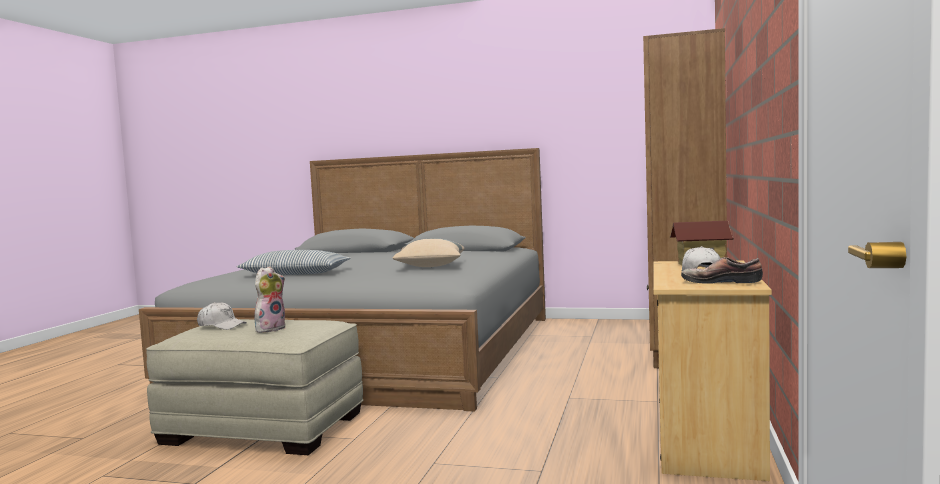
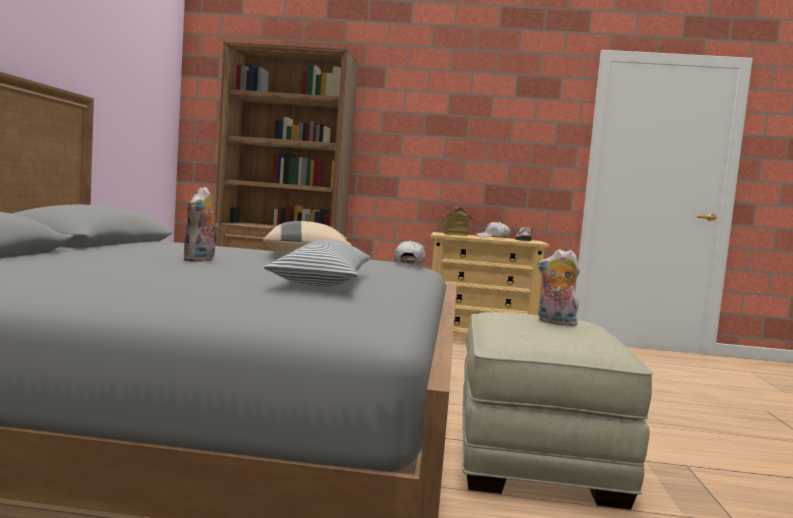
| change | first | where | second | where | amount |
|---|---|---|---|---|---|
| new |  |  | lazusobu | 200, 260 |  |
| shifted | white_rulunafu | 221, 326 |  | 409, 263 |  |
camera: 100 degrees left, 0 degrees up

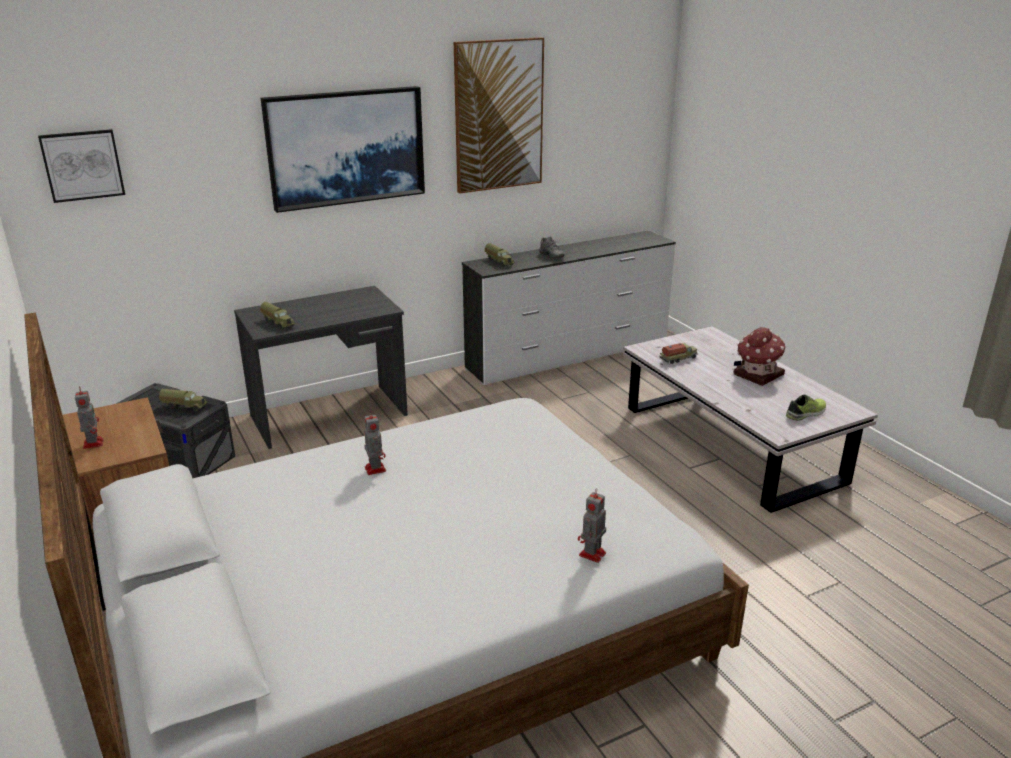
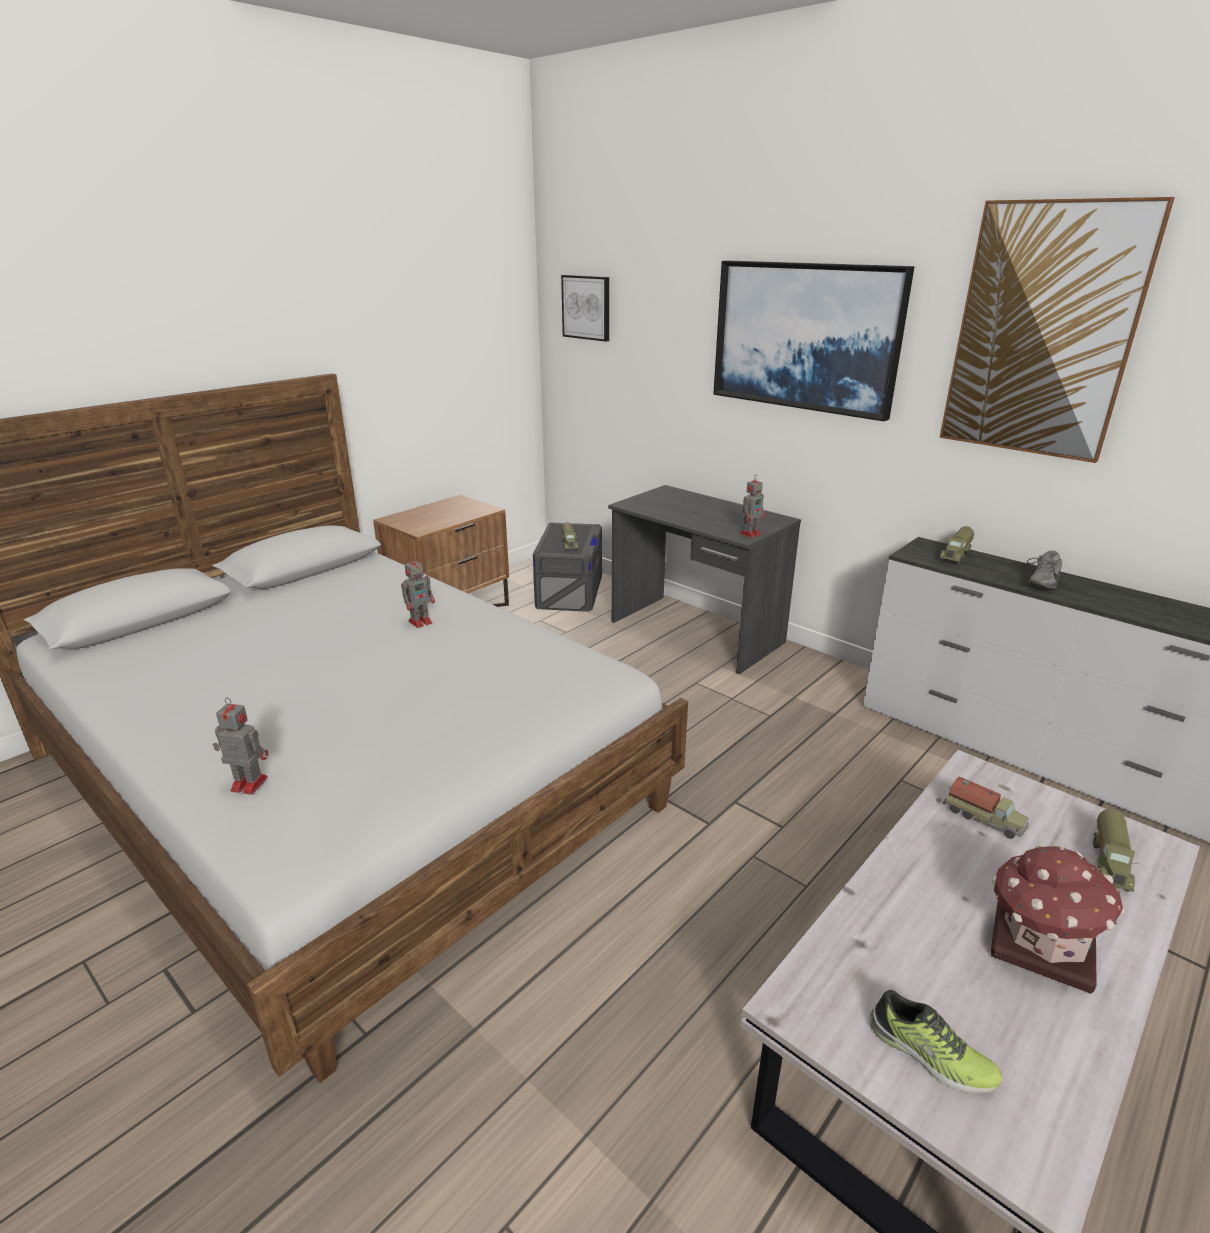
| change | first | where | second | where | amount |
|---|---|---|---|---|---|
| shifted | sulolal | 93, 443 |  | 751, 533 |  |
| shifted | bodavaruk | 278, 323 |  | 1110, 863 |  |
camera: 70 degrees right, 0 degrees up

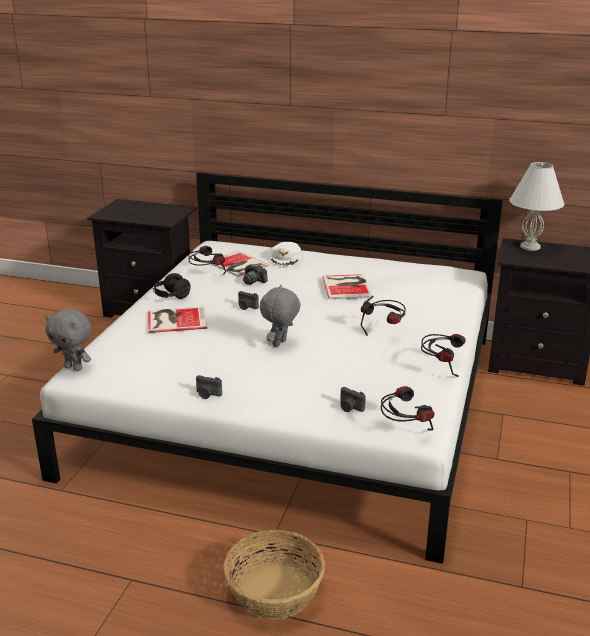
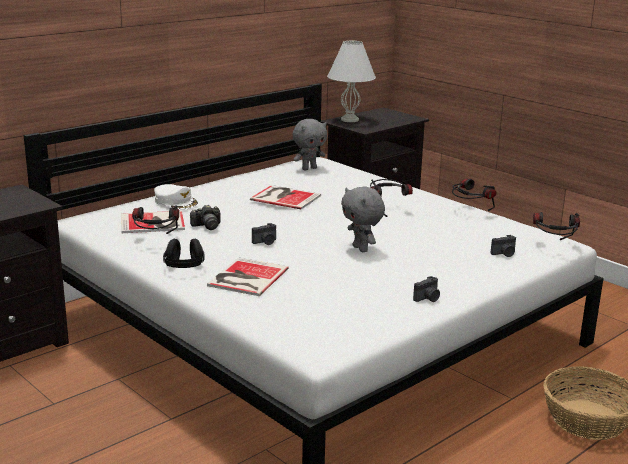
| change | first | where | second | where | amount |
|---|---|---|---|---|---|
| shifted | grey_lazusobu | 74, 368 |  | 309, 168 |  |
camera: 60 degrees left, 5 degrees down

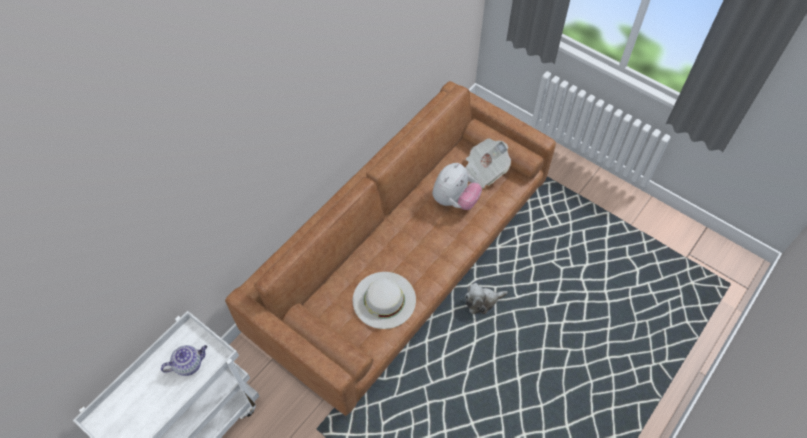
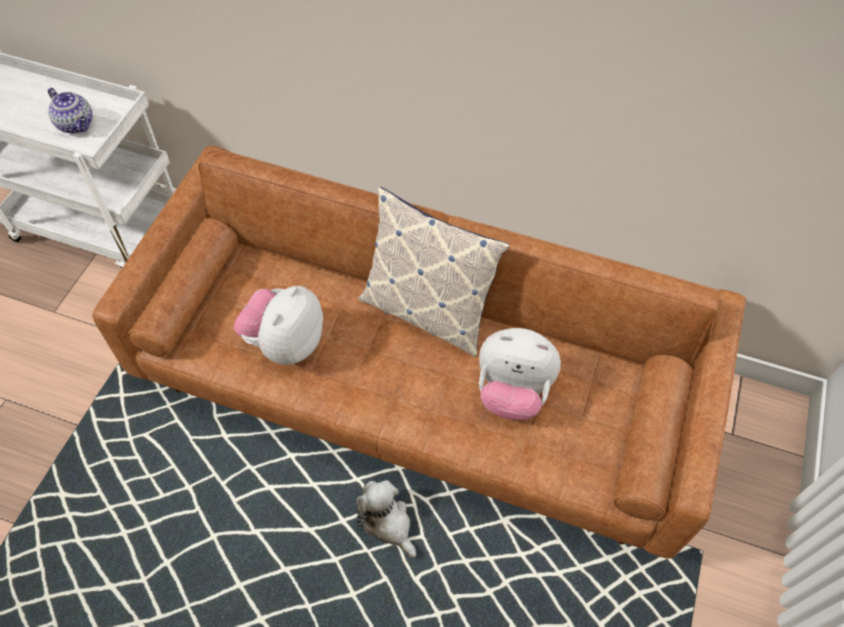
| change | first | where | second | where | amount |
|---|---|---|---|---|---|
| swapped | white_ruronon | 384, 300 | lazusobu | 285, 343 |  |
| new |  |  | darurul | 426, 311 |  |
| gone | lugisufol | 483, 171 |  |  |  |
camera: 70 degrees right, 0 degrees up

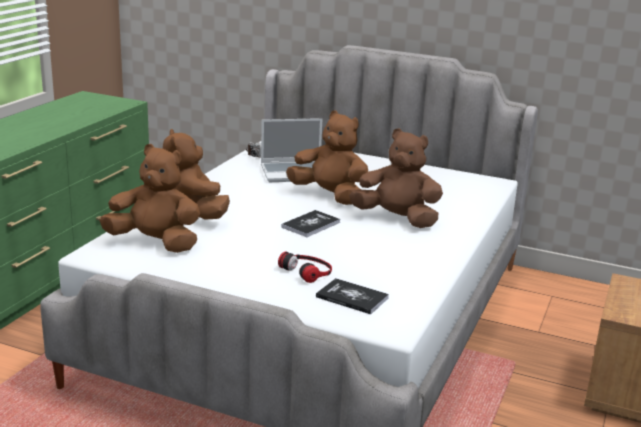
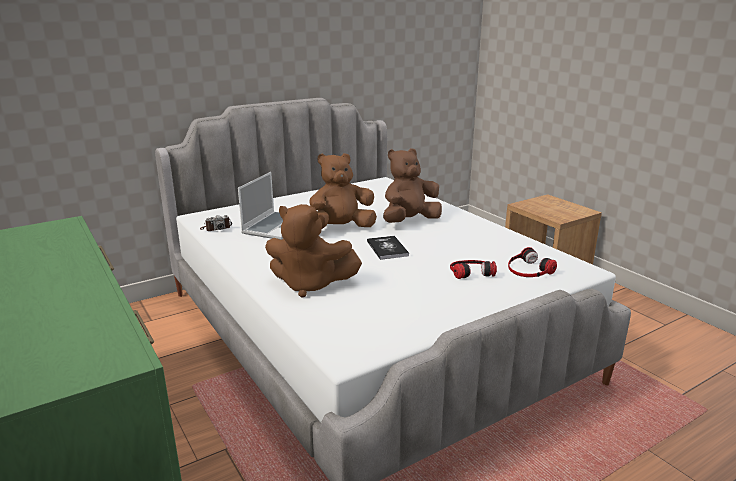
| change | first | where | second | where | amount |
|---|---|---|---|---|---|
| swapped | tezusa | 352, 297 | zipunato | 528, 269 |  |
| gone | brown_lazusobu | 155, 243 |  |  |  |
camera: 55 degrees left, 0 degrees up

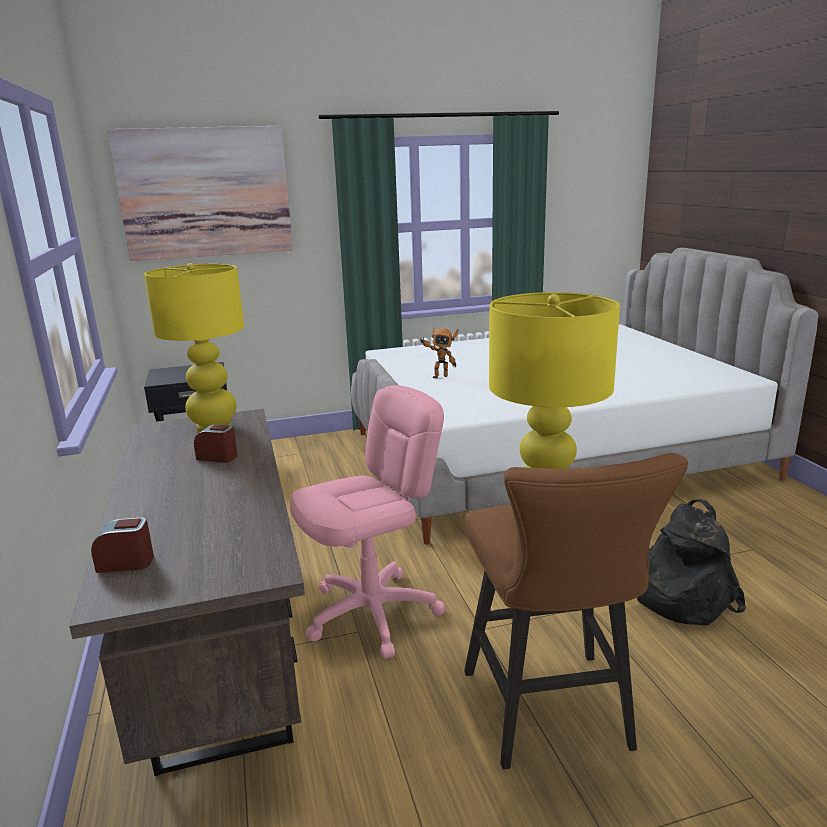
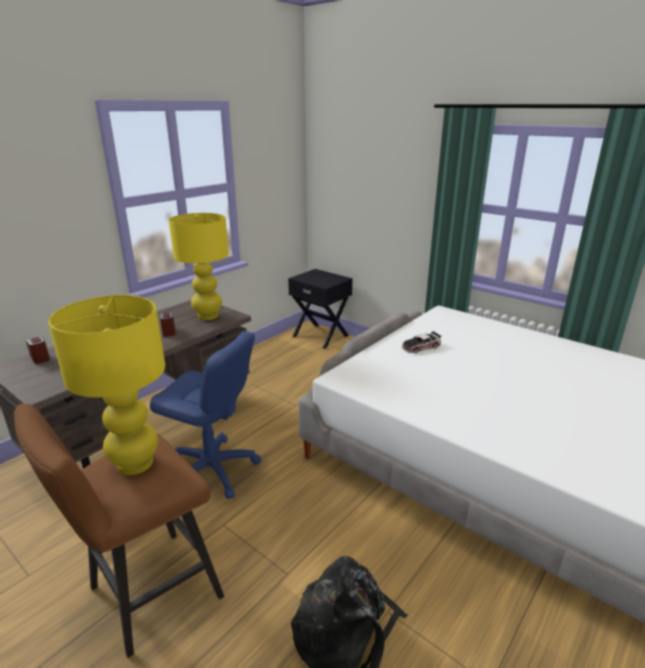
| change | first | where | second | where | amount |
|---|---|---|---|---|---|
| repainted | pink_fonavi | 373, 613 | blue_fonavi | 212, 469 |  |
| swapped | sulolal | 439, 376 | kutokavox | 420, 347 |  |
| gone | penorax | 205, 193 |  |  |  |
camera: 55 degrees right, 5 degrees up

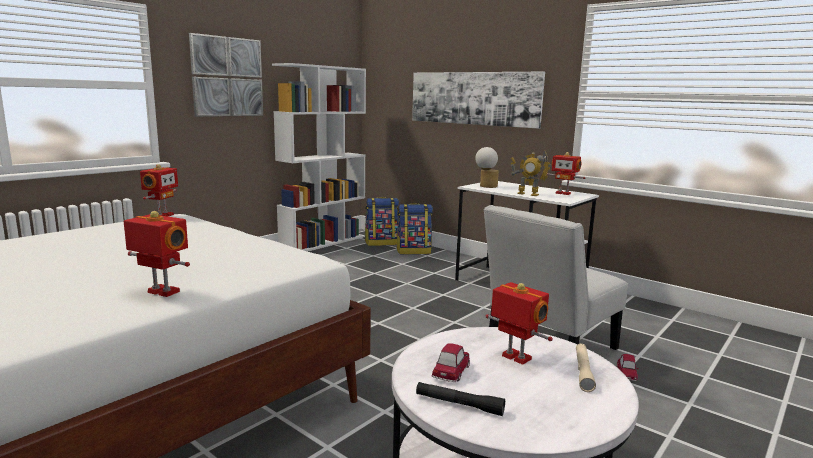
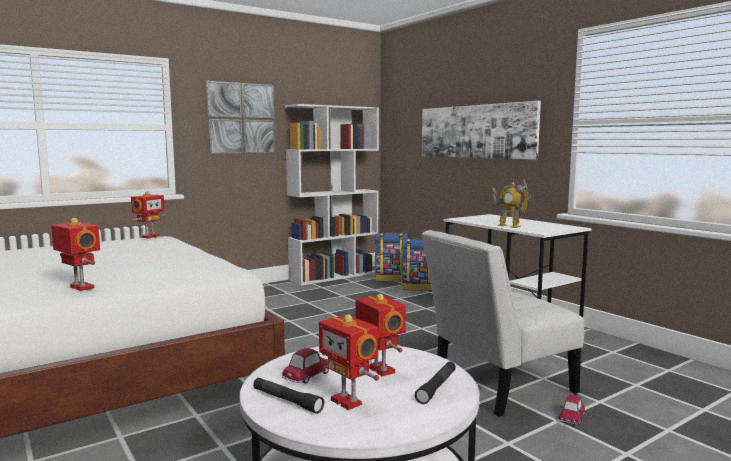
| change | first | where | second | where | amount |
|---|---|---|---|---|---|
| shifted | sulolal | 563, 193 |  | 348, 401 |  |
| repainted | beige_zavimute | 583, 372 | black_zavimute | 437, 387 |  |
| gone | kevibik | 485, 186 |  |  |  |
camera: 15 degrees right, 5 degrees down

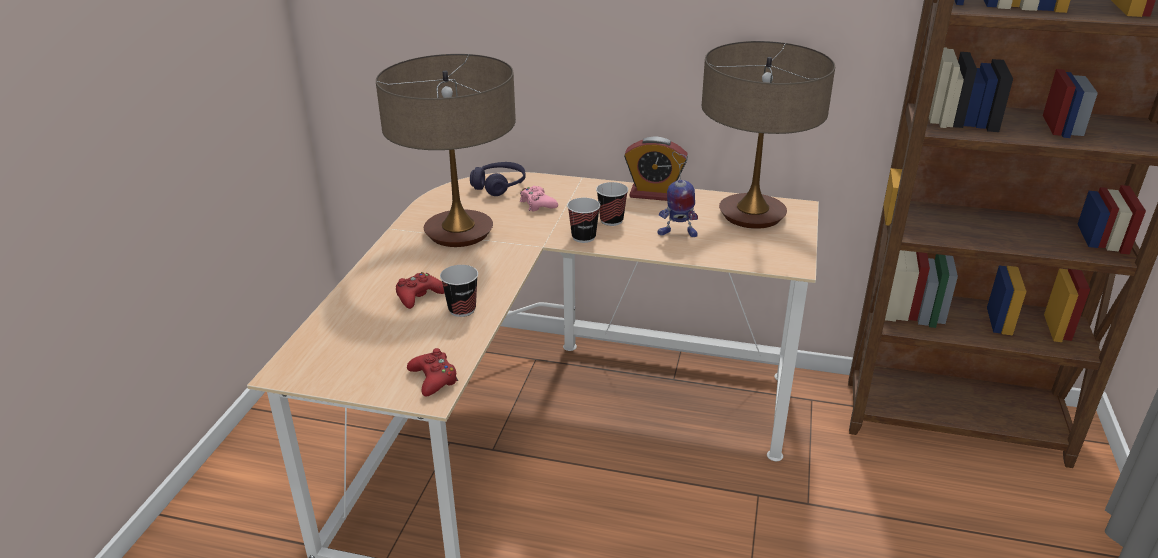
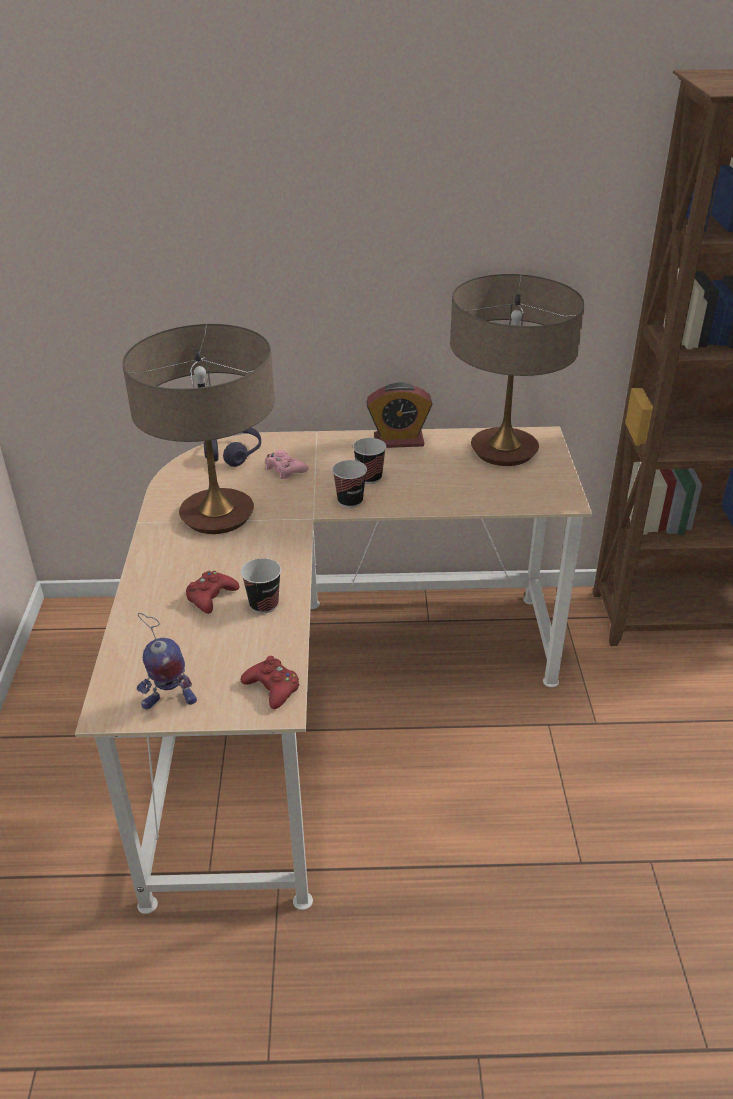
| change | first | where | second | where | amount |
|---|---|---|---|---|---|
| shifted | sulolal | 677, 233 |  | 169, 701 |  |
camera: 15 degrees left, 5 degrees up

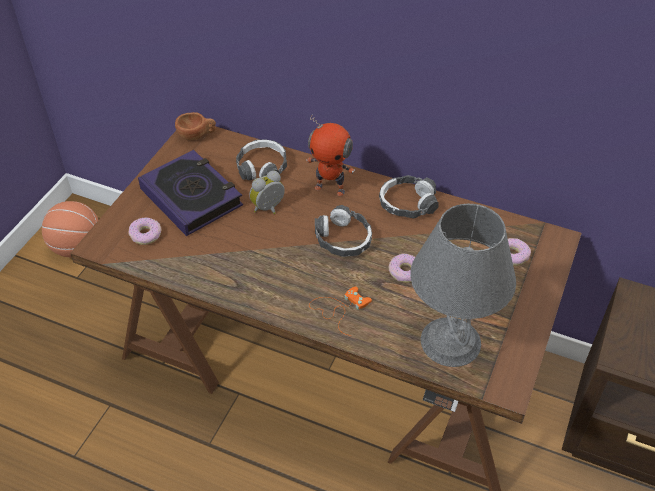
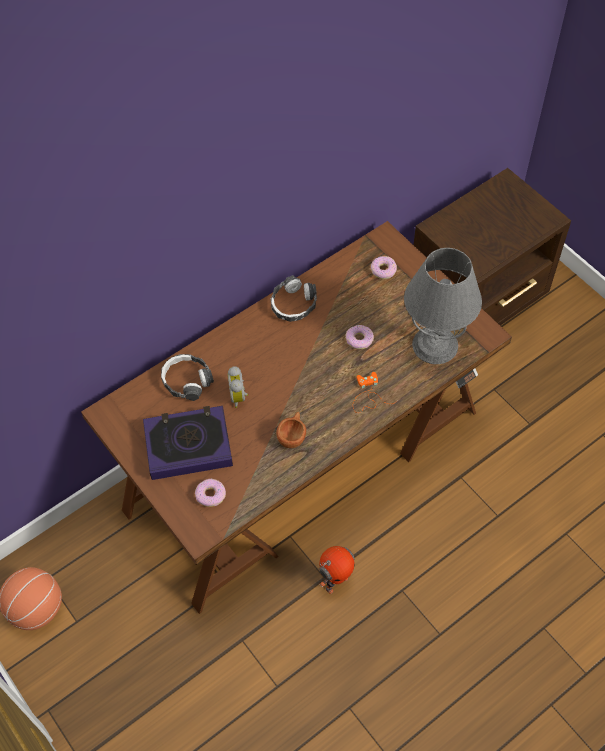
| change | first | where | second | where | amount |
|---|---|---|---|---|---|
| shifted | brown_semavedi | 197, 135 |  | 293, 436 |  |
| shifted | sulolal | 330, 188 |  | 336, 582 |  |
| gone | zipunato | 343, 239 |  |  |  |
camera: 60 degrees left, 10 degrees up

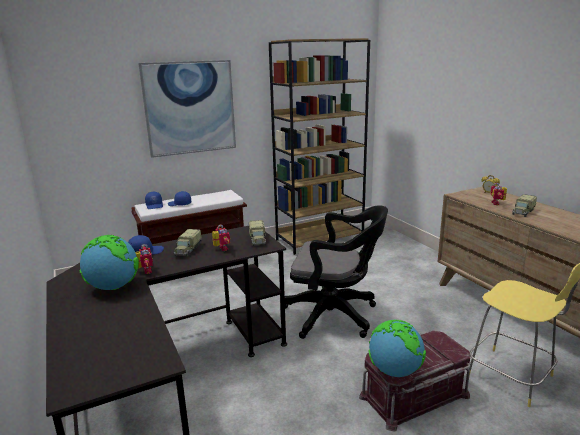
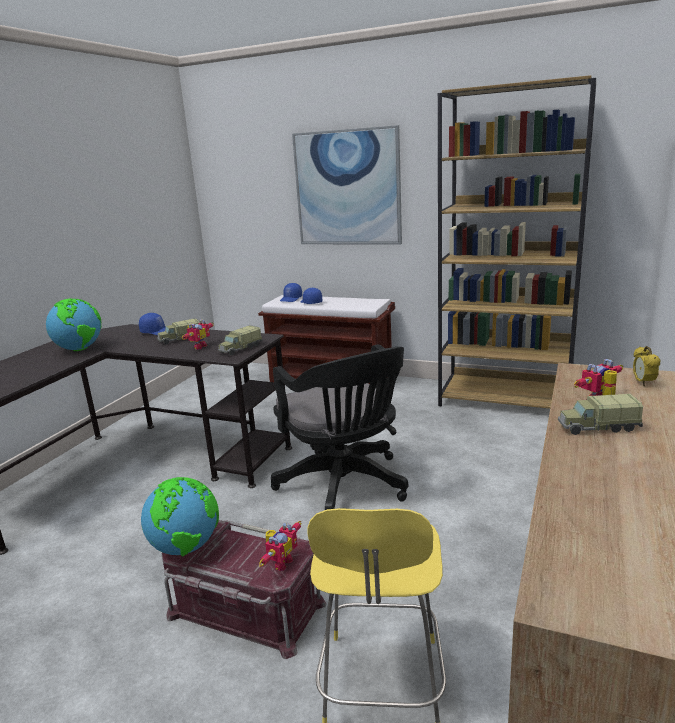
| change | first | where | second | where | amount |
|---|---|---|---|---|---|
| shifted | sulolal | 145, 271 |  | 280, 562 |  |
camera: 50 degrees right, 0 degrees up

